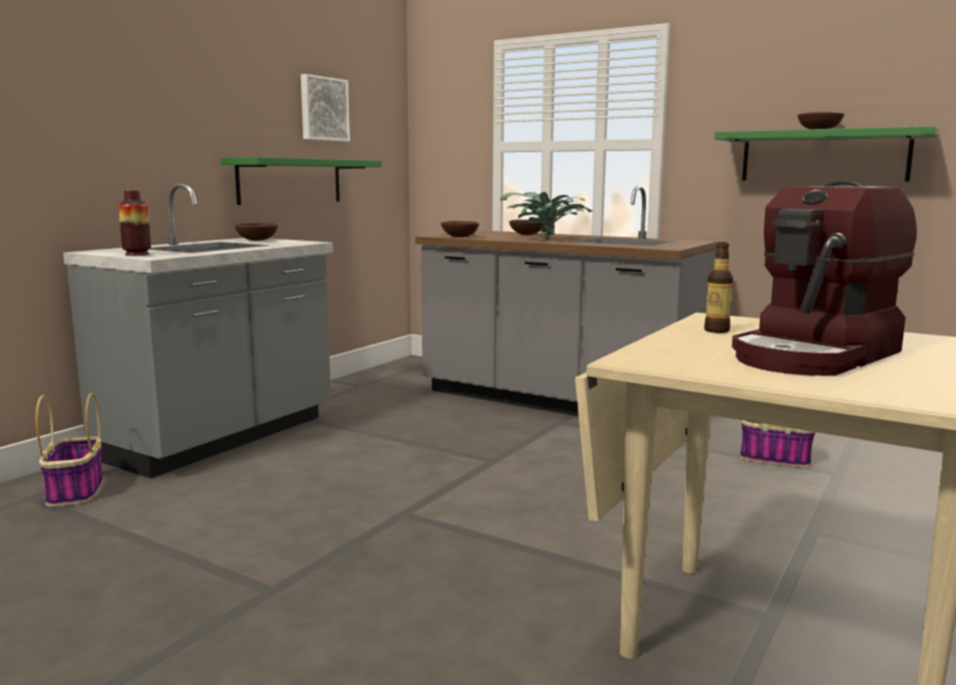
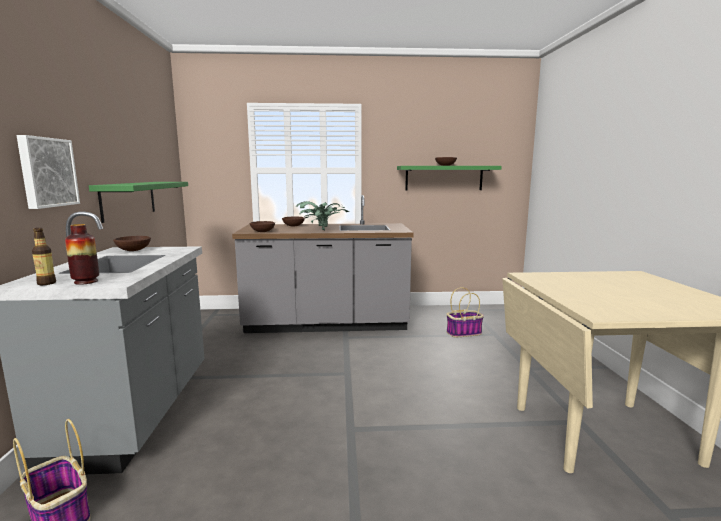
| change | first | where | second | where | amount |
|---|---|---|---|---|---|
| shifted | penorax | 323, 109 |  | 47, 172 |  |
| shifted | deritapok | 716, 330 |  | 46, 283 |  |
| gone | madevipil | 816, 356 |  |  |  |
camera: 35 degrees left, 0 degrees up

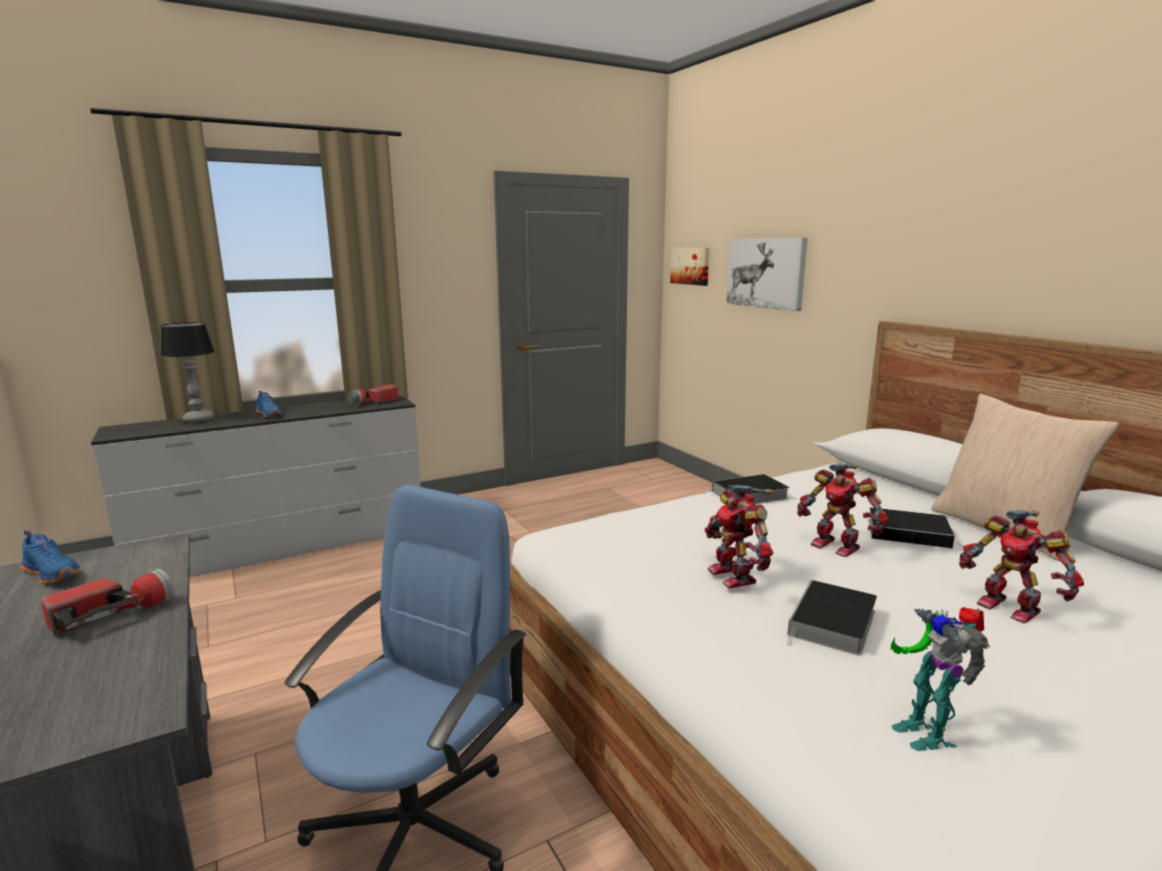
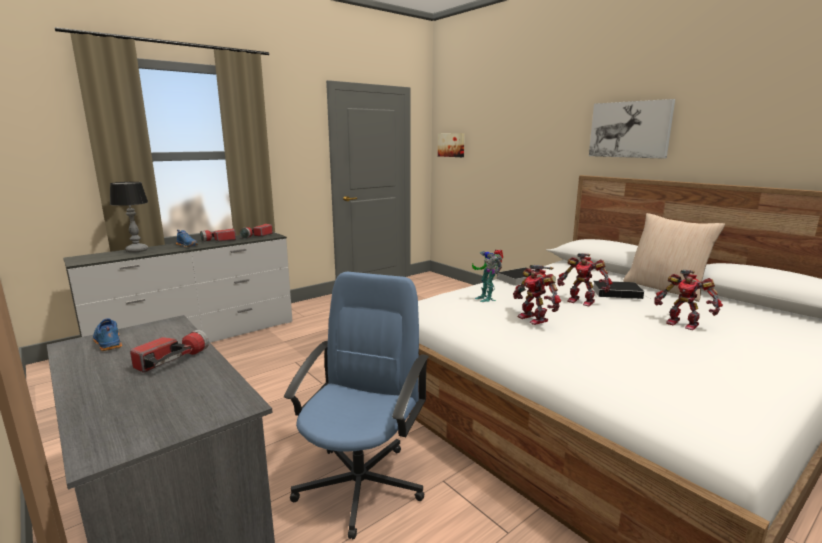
| change | first | where | second | where | amount |
|---|---|---|---|---|---|
| rotated | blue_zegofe | 54, 573 |  | 107, 342 | 150 degrees counterclockwise |
| new |  |  | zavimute | 219, 240 |  |
| shifted | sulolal | 926, 731 |  | 486, 298 |  |
| shifted | penorax | 766, 273 |  | 630, 129 |  |
| gone | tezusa | 832, 624 |  |  |  |
camera: 10 degrees left, 0 degrees up

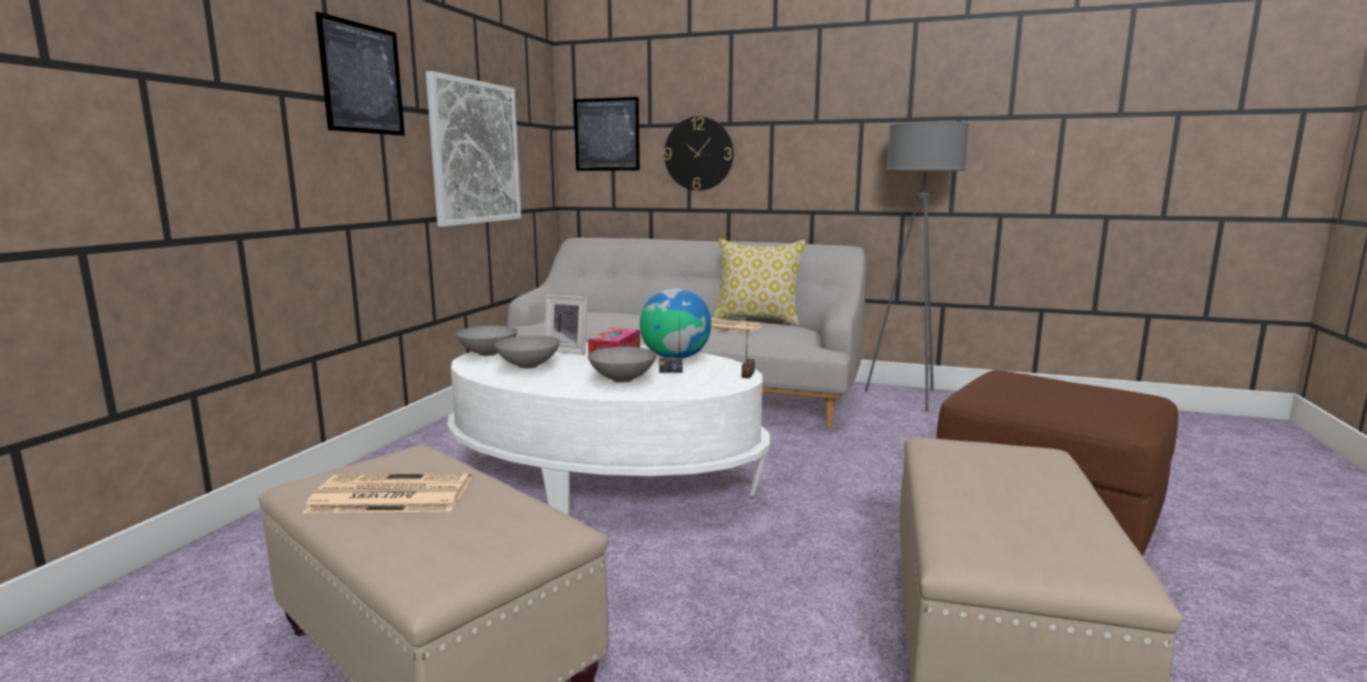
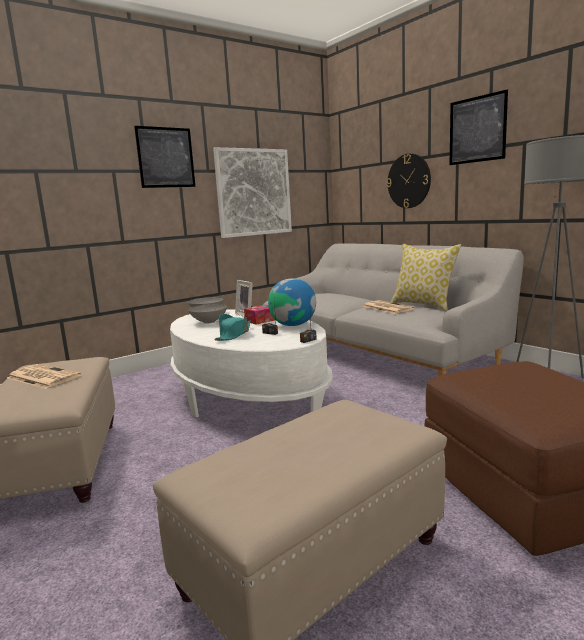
| change | first | where | second | where | amount |
|---|---|---|---|---|---|
| swapped | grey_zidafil | 621, 379 | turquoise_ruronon | 233, 335 |  |
| shifted | penorax | 607, 134 |  | 477, 129 |  |
camera: 35 degrees right, 0 degrees up

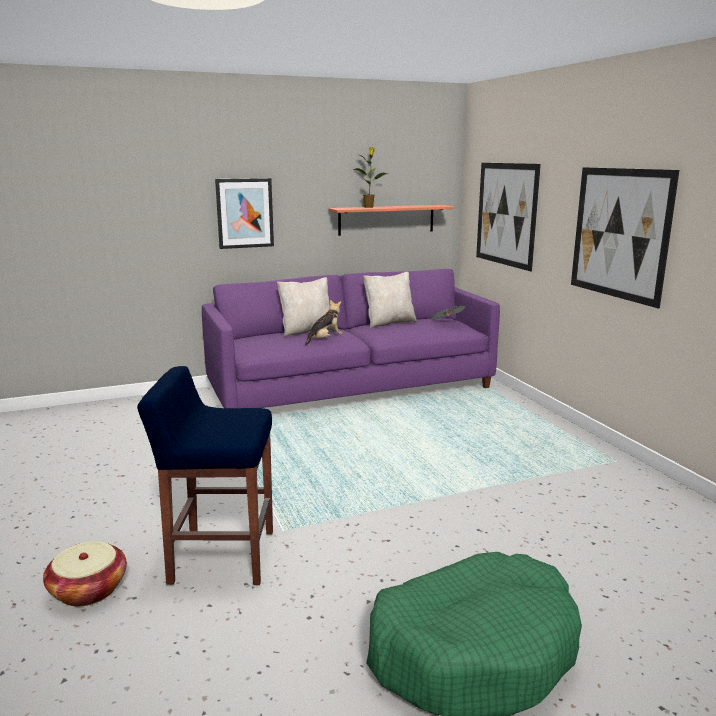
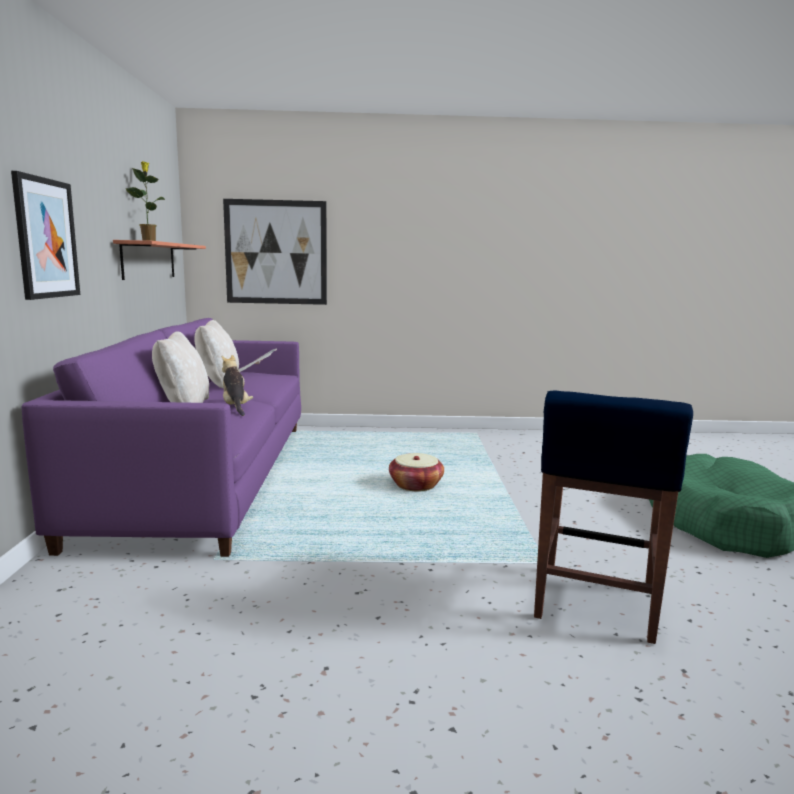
| change | first | where | second | where | amount |
|---|---|---|---|---|---|
| shifted | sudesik | 88, 590 |  | 416, 485 |  |
| gone | penorax | 619, 233 |  |  |  |
camera: 70 degrees left, 5 degrees down

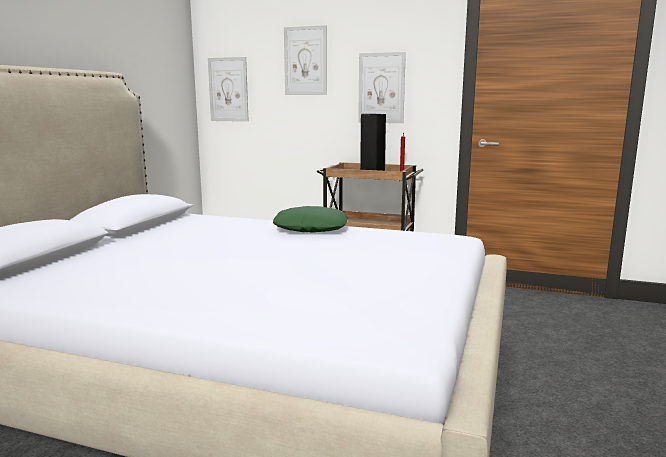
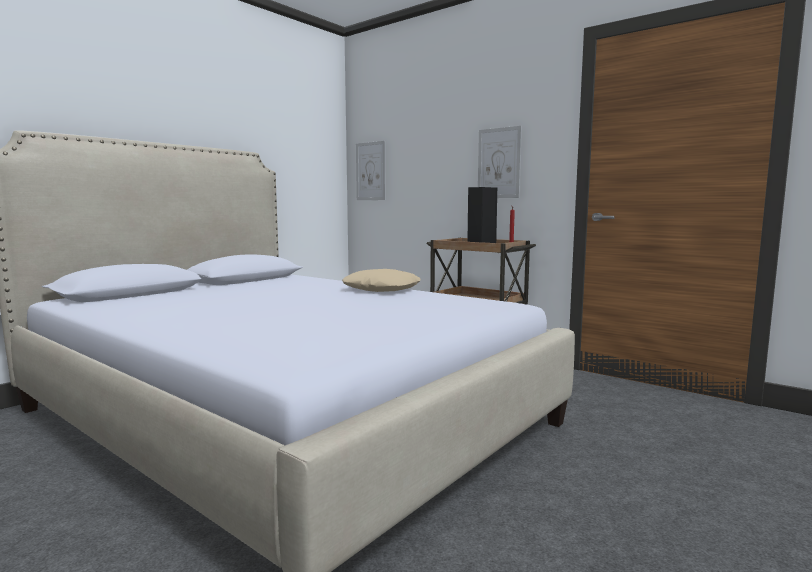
| change | first | where | second | where | amount |
|---|---|---|---|---|---|
| repainted | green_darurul | 311, 228 | beige_darurul | 382, 289 |  |
| gone | penorax | 305, 61 |  |  |  |
camera: 20 degrees right, 5 degrees down

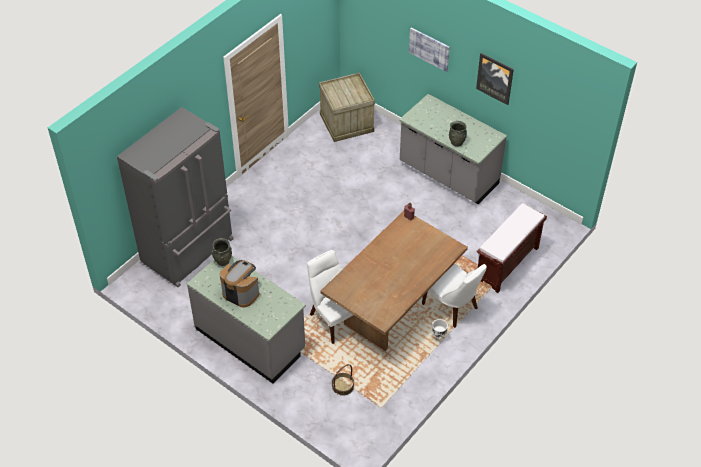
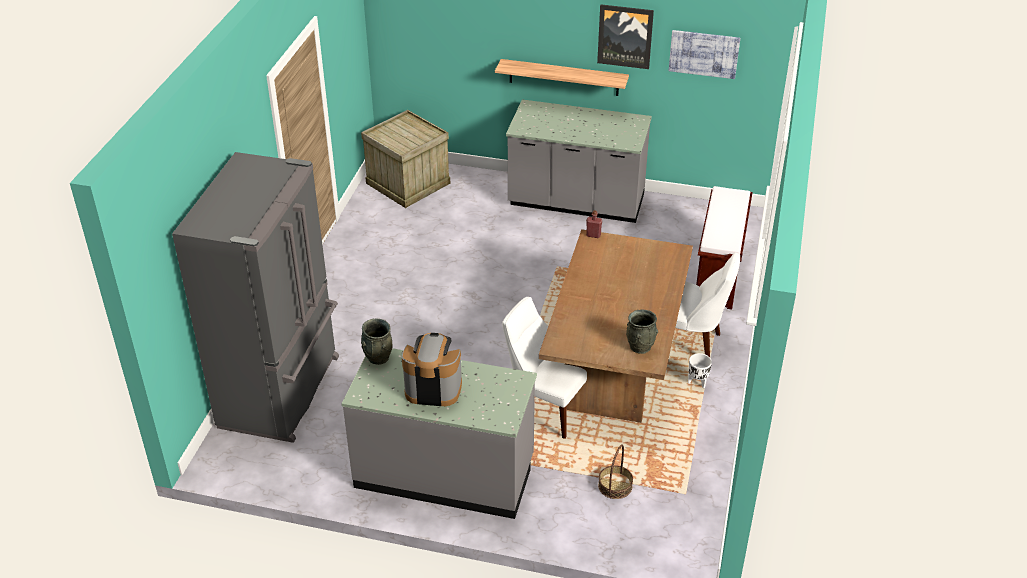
| change | first | where | second | where | amount |
|---|---|---|---|---|---|
| new |  |  | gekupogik | 564, 77 |  |
| shifted | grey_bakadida | 457, 142 |  | 640, 347 |  |
| shifted | penorax | 429, 49 |  | 704, 53 |  |
camera: 25 degrees left, 10 degrees down

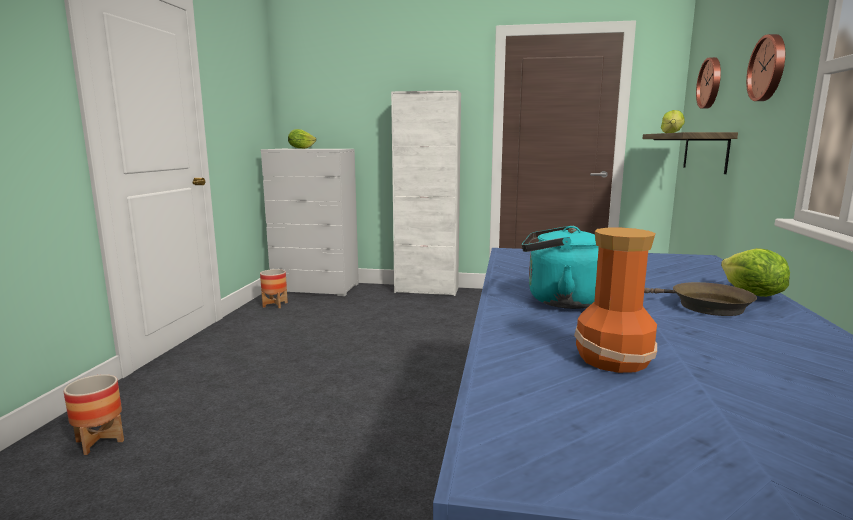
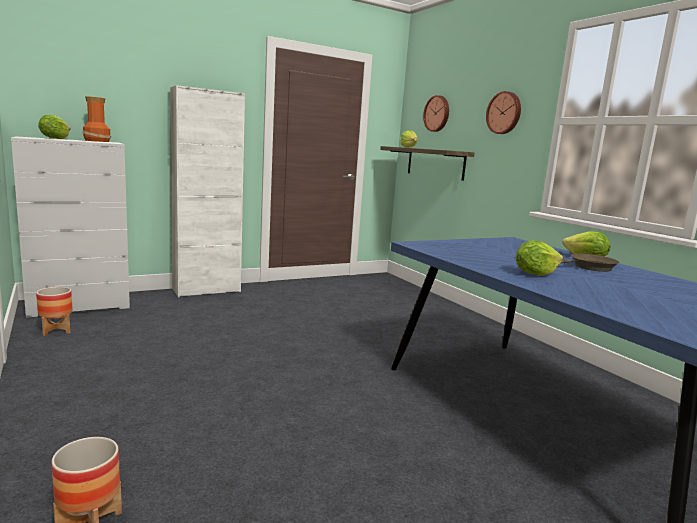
| change | first | where | second | where | amount |
|---|---|---|---|---|---|
| shifted | bakadida | 611, 358 |  | 96, 141 |  |
| swapped | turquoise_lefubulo | 560, 301 | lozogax | 535, 274 |  |
camera: 40 degrees left, 0 degrees up

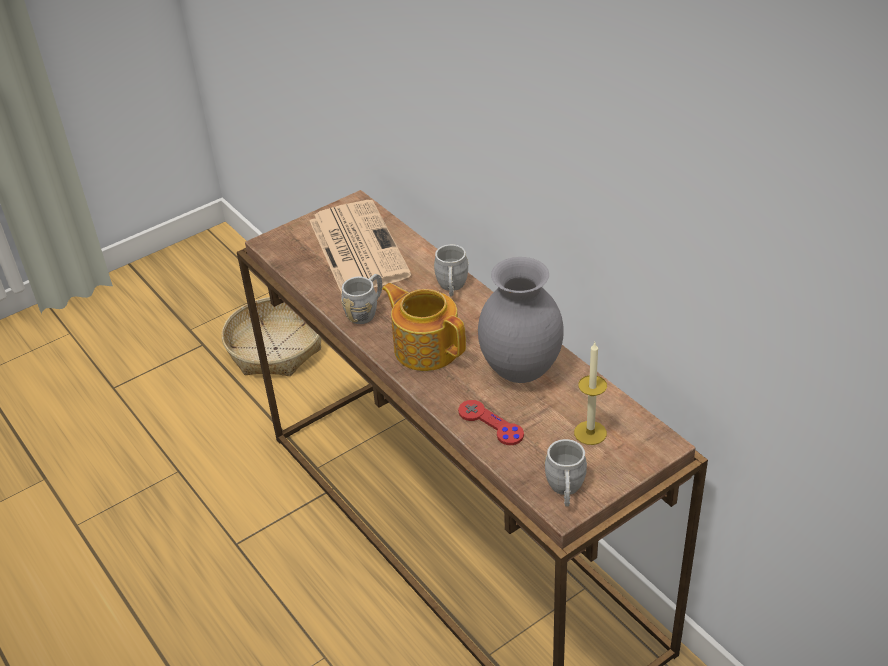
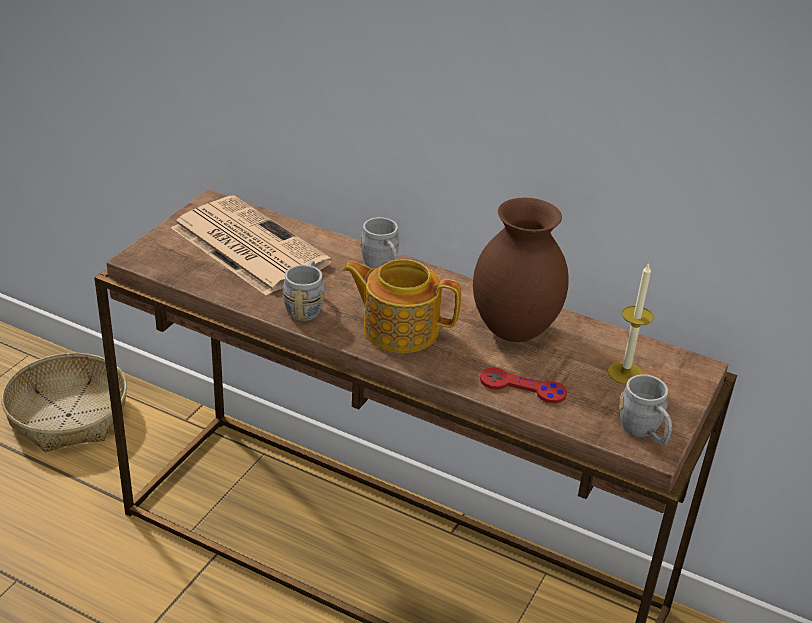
| change | first | where | second | where | amount |
|---|---|---|---|---|---|
| repainted | grey_bakadida | 522, 371 | brown_bakadida | 515, 331 |  |
camera: 30 degrees left, 5 degrees down

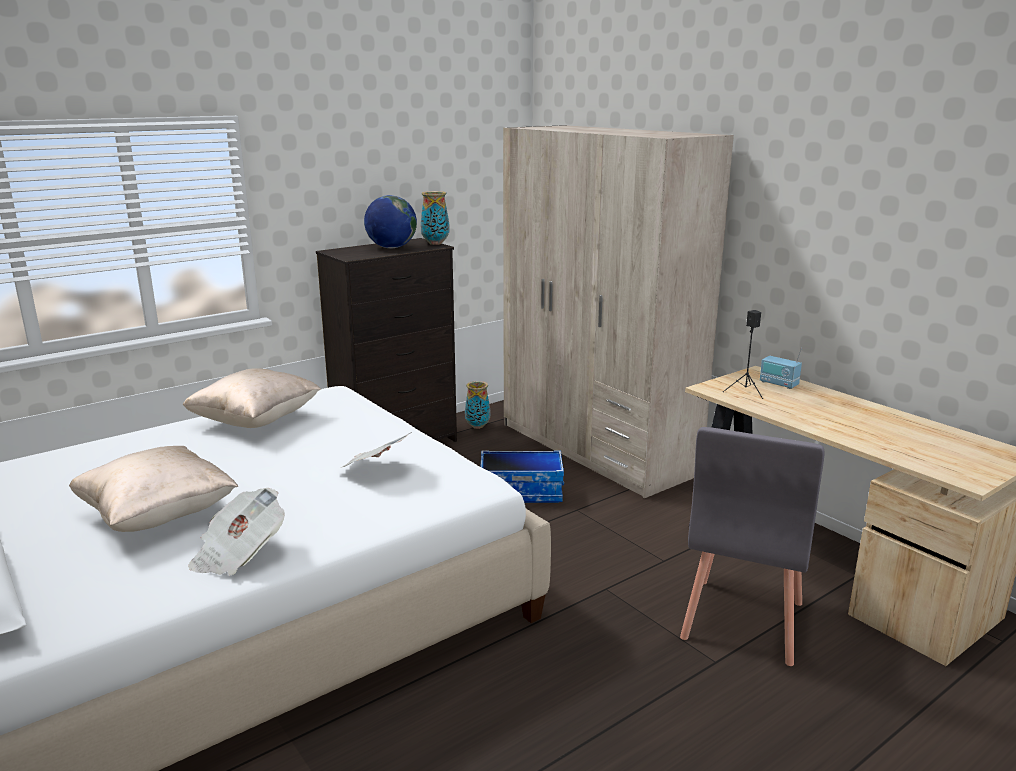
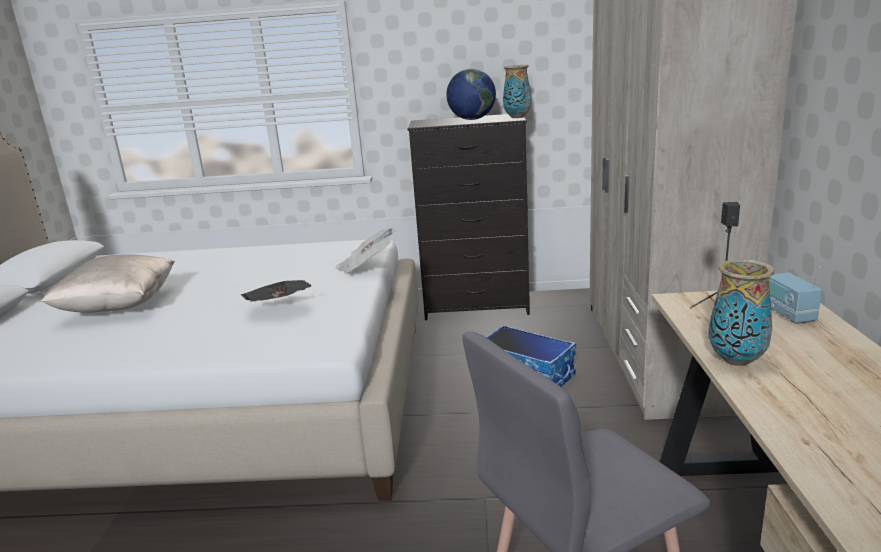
| change | first | where | second | where | amount |
|---|---|---|---|---|---|
| shifted | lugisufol | 238, 554 |  | 366, 266 |  |
| shifted | bakadida | 477, 426 |  | 735, 360 |  |
| gone | beige_darurul | 255, 421 |  |  |  |
camera: 40 degrees right, 0 degrees up

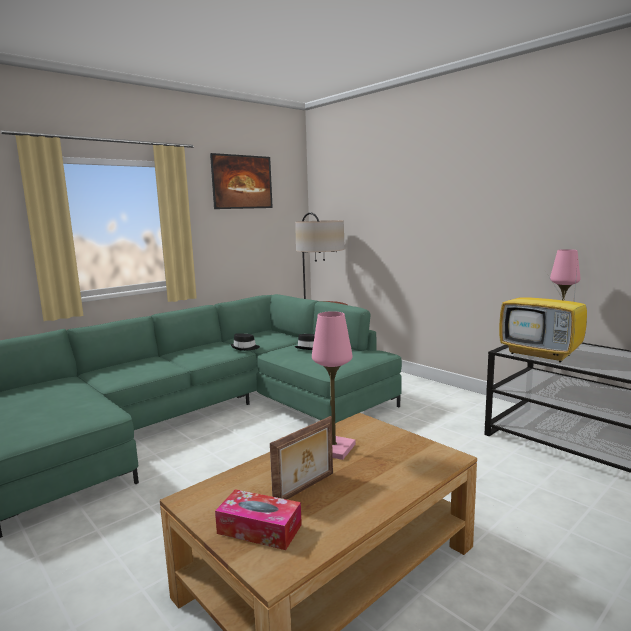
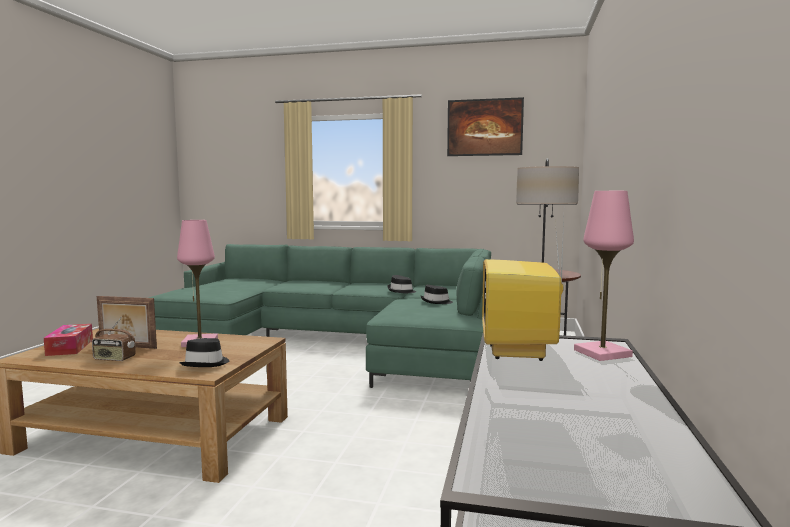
| change | first | where | second | where | amount |
|---|---|---|---|---|---|
| new |  |  | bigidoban | 114, 359 |  |
| new |  |  | black_ruronon | 206, 363 |  |
camera: 55 degrees right, 5 degrees down

